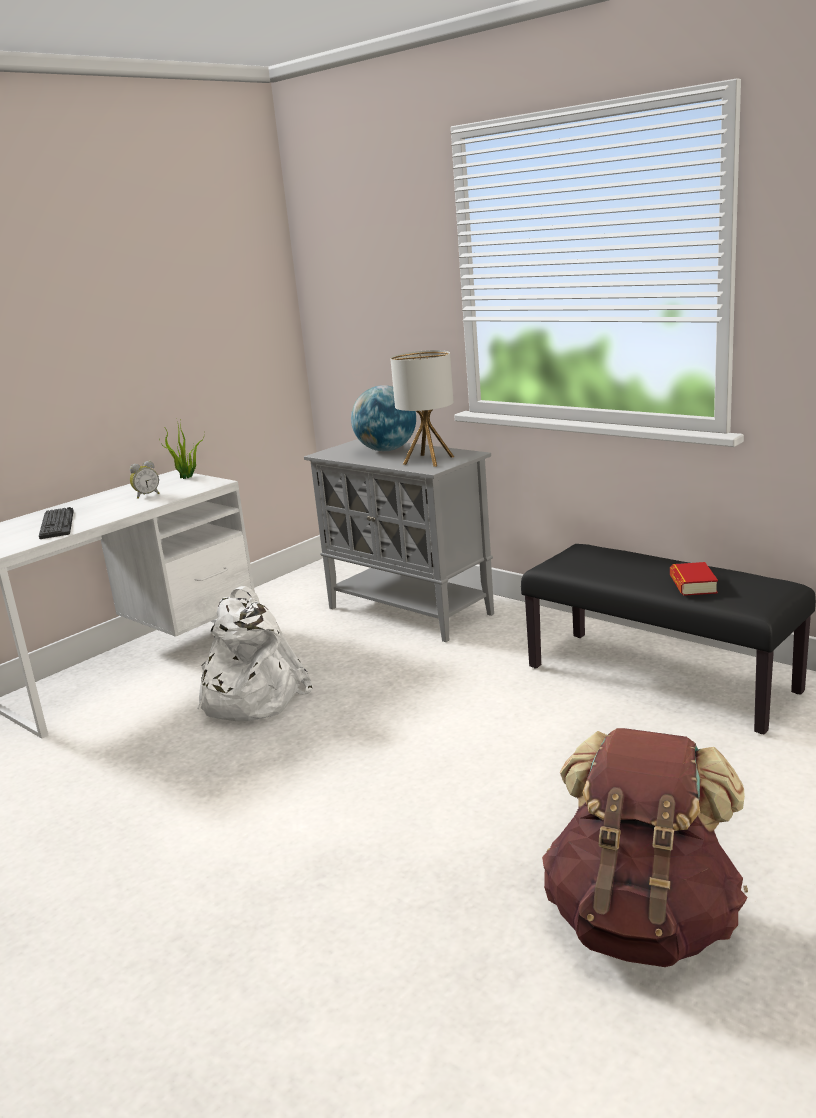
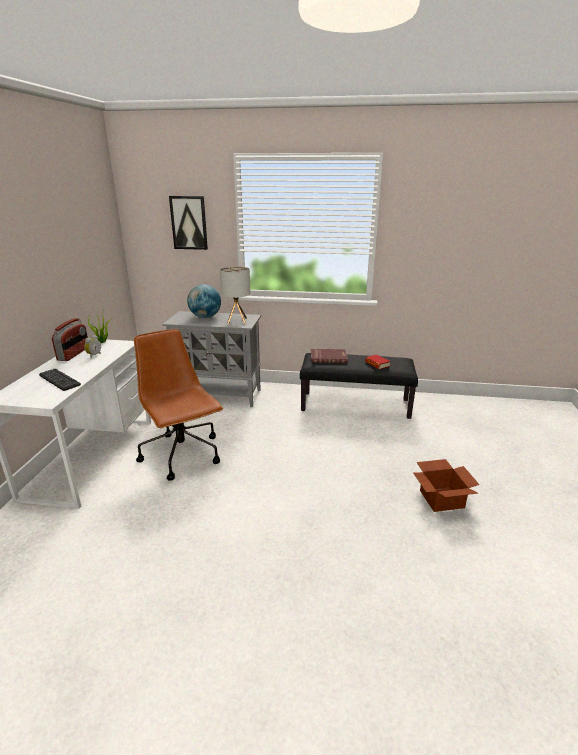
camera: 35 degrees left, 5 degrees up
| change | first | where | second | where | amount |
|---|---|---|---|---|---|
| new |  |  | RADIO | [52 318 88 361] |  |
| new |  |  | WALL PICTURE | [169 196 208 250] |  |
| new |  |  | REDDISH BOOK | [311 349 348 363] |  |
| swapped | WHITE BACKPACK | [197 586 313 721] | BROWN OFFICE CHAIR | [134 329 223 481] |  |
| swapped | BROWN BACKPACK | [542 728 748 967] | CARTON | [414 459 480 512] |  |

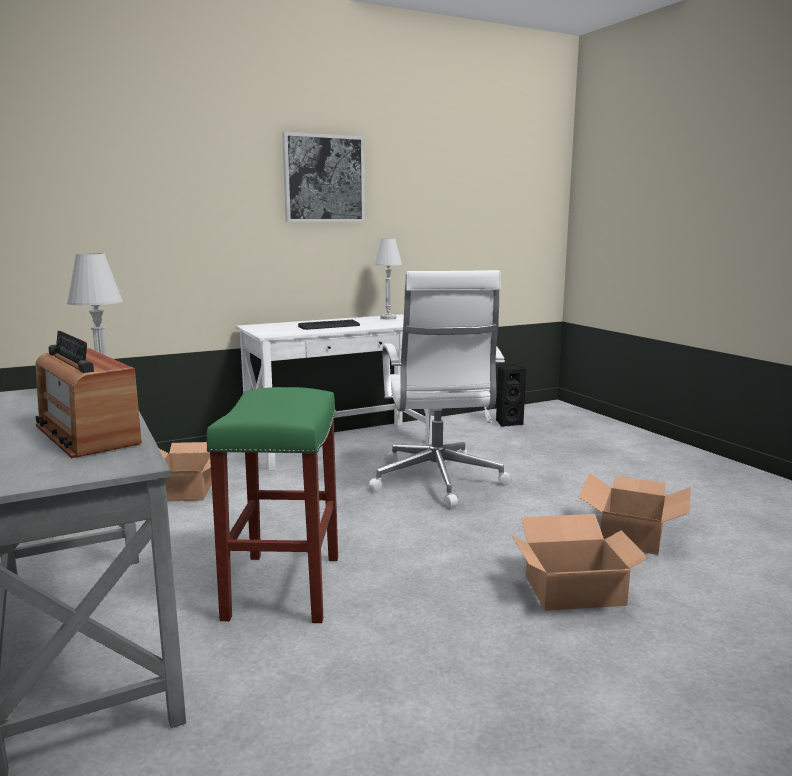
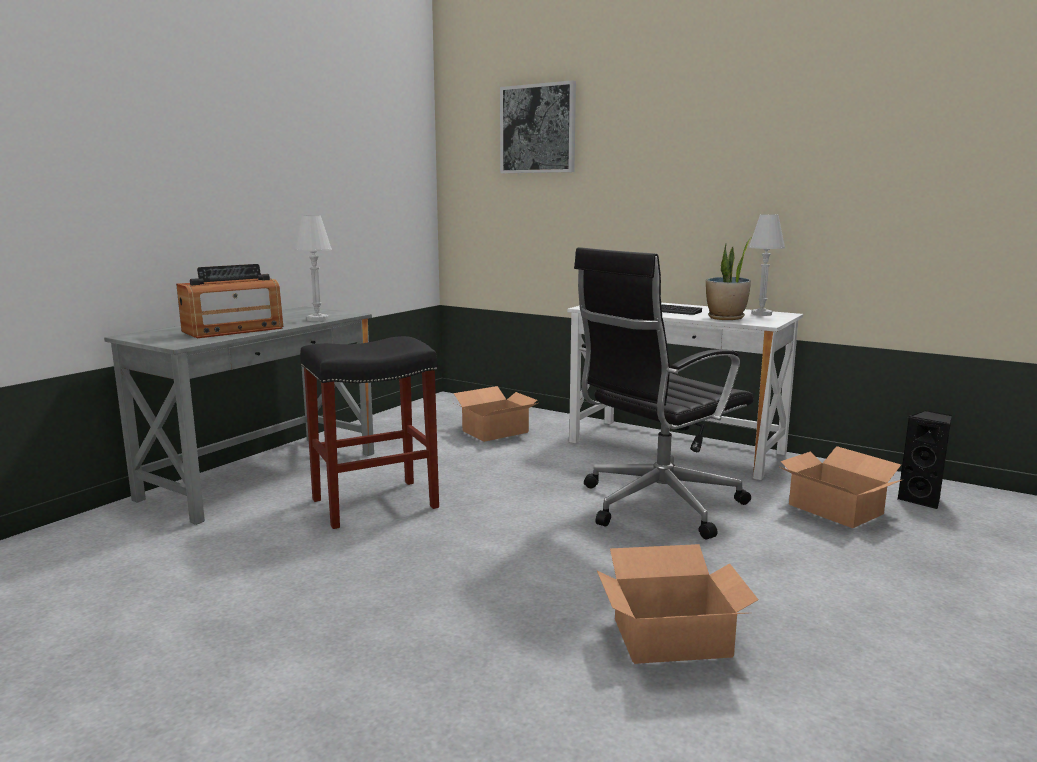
camera: 60 degrees right, 0 degrees up
| change | first | where | second | where | amount |
|---|---|---|---|---|---|
| new |  |  | PLANT IN A POT | [706 237 752 320] |  |
| shifted | WALL PICTURE | [282 132 365 222] |  | [500 80 576 173] |  |
| shifted | CARTON | [512 514 648 611] |  | [780 446 902 528] |  |
| repainted | GREEN-COLOURED STOOL SEAT | [207 387 338 623] | BLACKISH STOOL SEAT | [300 336 439 529] |  |
| repainted | WHITE OFFICE CHAIR | [369 270 512 508] | BLACKISH OFFICE CHAIR | [574 247 754 539] |  |
| rotated | RADIO | [35 331 142 458] |  | [176 264 283 338] | 150 degrees counterclockwise |

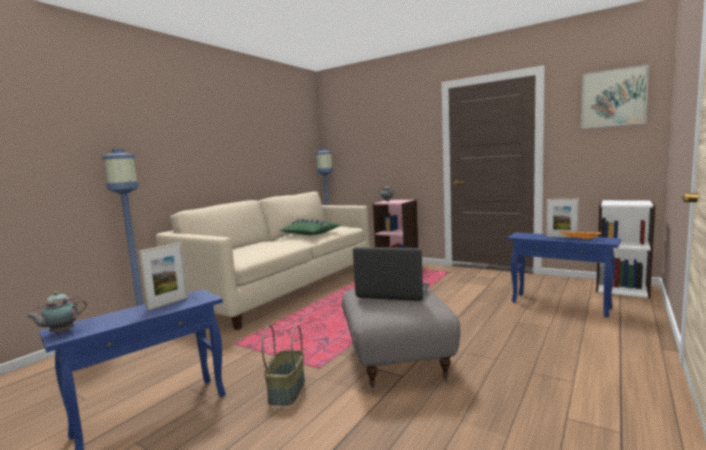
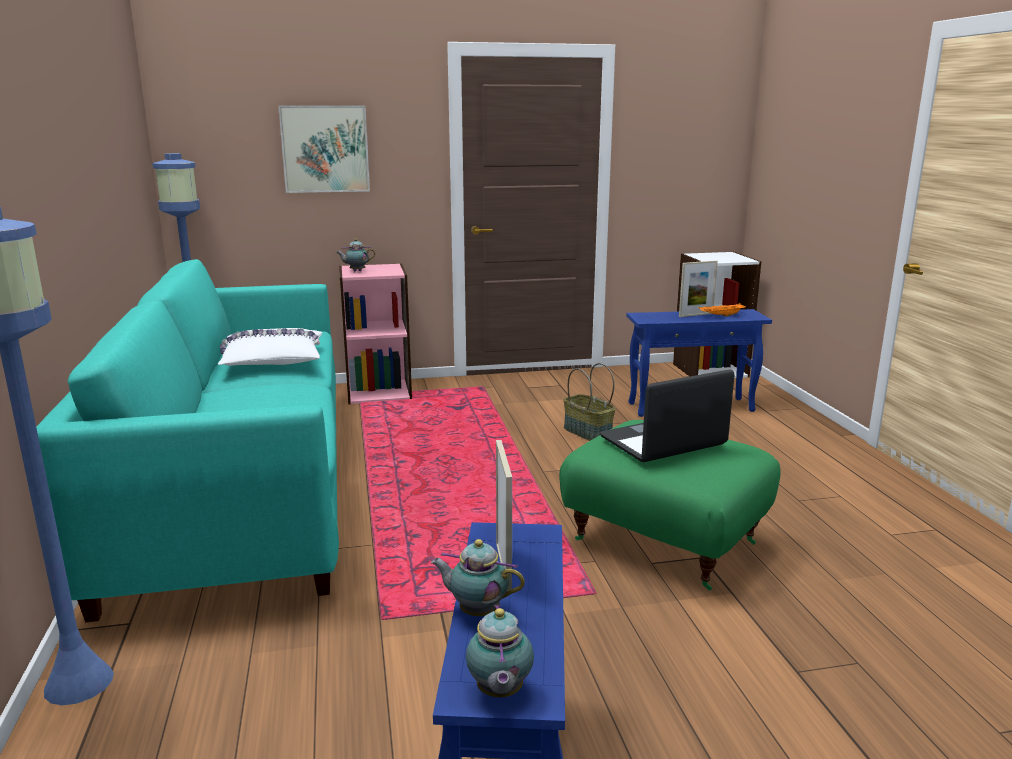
camera: 45 degrees left, 10 degrees up
| change | first | where | second | where | amount |
|---|---|---|---|---|---|
| new |  |  | POT FOR TEA | [431 539 525 616] |  |
| shifted | BASKET | [262 325 305 406] |  | [563 363 615 441] |  |
| shifted | WALL PICTURE | [581 64 649 129] |  | [278 105 370 193] |  |
| repainted | BEIGE-COLOURED SOFA | [156 192 370 330] | BLUE-GREEN SOFA | [36 259 339 622] |  |
| repainted | GREEN-COLOURED PILLOW | [280 219 341 235] | WHITE PILLOW | [218 328 322 366] |  |
| repainted | GREYISH FOOTREST | [342 288 461 391] | GREEN-COLOURED FOOTREST | [559 420 781 591] |  |

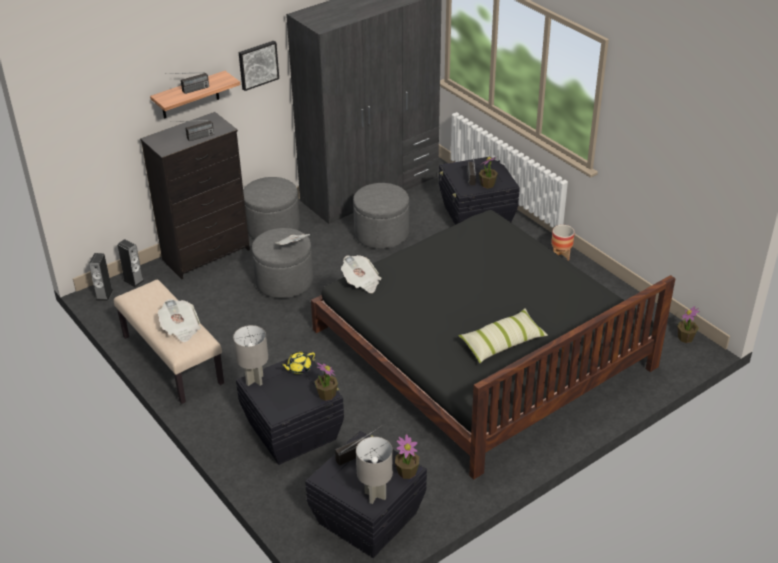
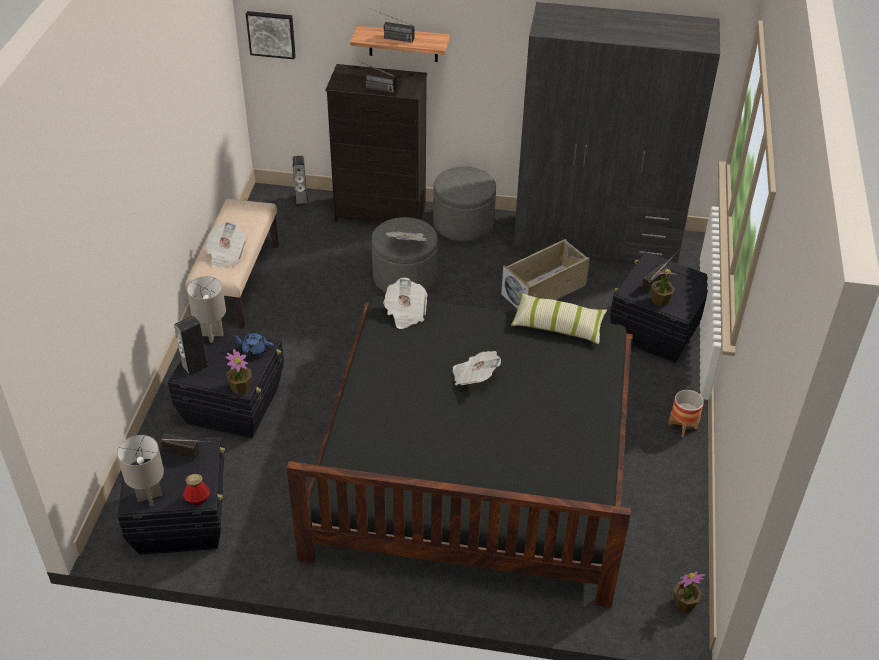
camera: 45 degrees right, 5 degrees up
| change | first | where | second | where | amount |
|---|---|---|---|---|---|
| new |  |  | NEWSPAPER | [452 351 501 385] |  |
| shifted | LOUDSPEAKER | [89 253 113 301] |  | [174 315 210 377] |  |
| shifted | WALL PICTURE | [239 41 279 91] |  | [246 11 296 59] |  |
| shifted | PILLOW | [458 308 548 363] |  | [511 293 607 344] |  |
| swapped | GREYISH FOOTREST | [353 183 409 249] | BEIGE-COLOURED STORAGE CONTAINER | [501 239 590 309] |  |
| swapped | PLANT IN A POT | [395 434 419 479] | DRINK BOTTLE | [183 474 210 505] |  |
| repainted | YELLOWISH POT FOR TEA | [281 352 315 374] | BLUISH POT FOR TEA | [233 332 273 357] |  |

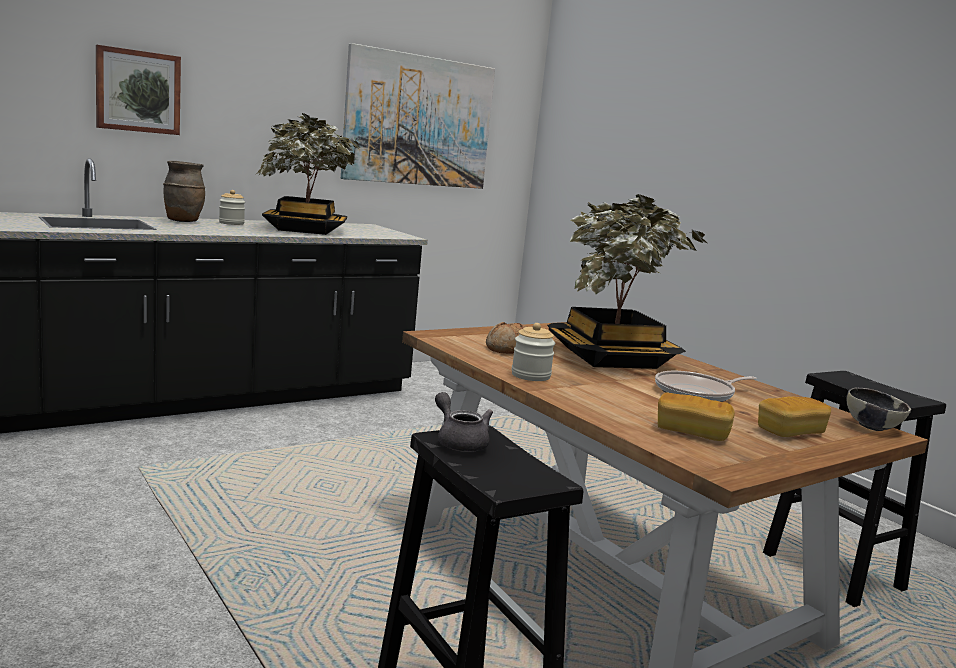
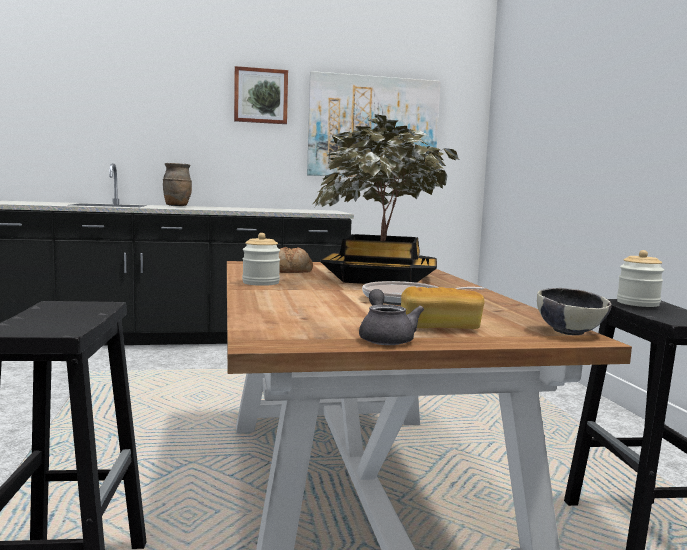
camera: 25 degrees right, 5 degrees down
| change | first | where | second | where | amount |
|---|---|---|---|---|---|
| gone | PLANT IN A POT | [256 113 360 235] |  |  |  |
| gone | BAKERY BREAD | [658 393 735 441] |  |  |  |
| shifted | WALL PICTURE | [96 45 181 135] |  | [234 66 288 124] |  |
| shifted | PRESERVE JAR | [219 190 245 225] |  | [617 250 664 307] |  |
| shifted | GREYISH POT FOR TEA | [435 392 493 452] |  | [359 289 424 345] |  |

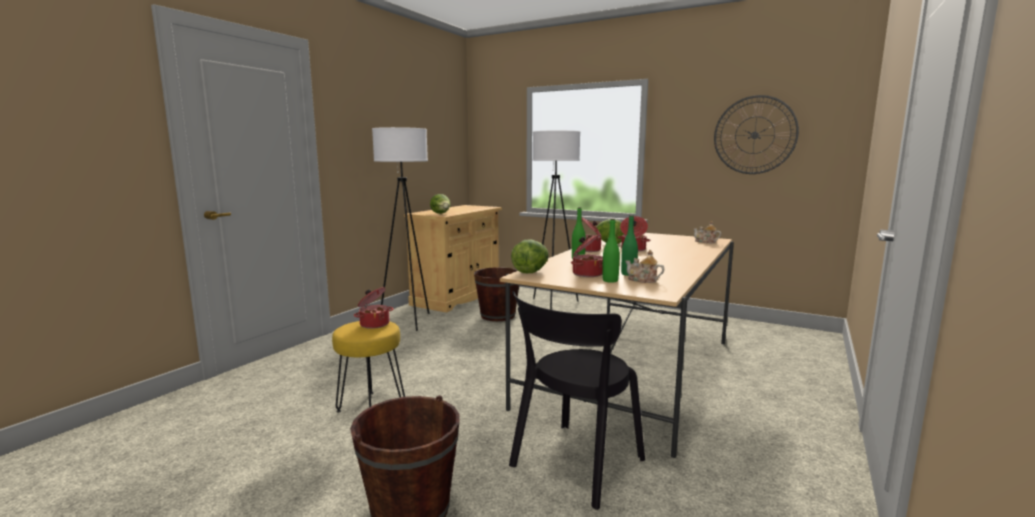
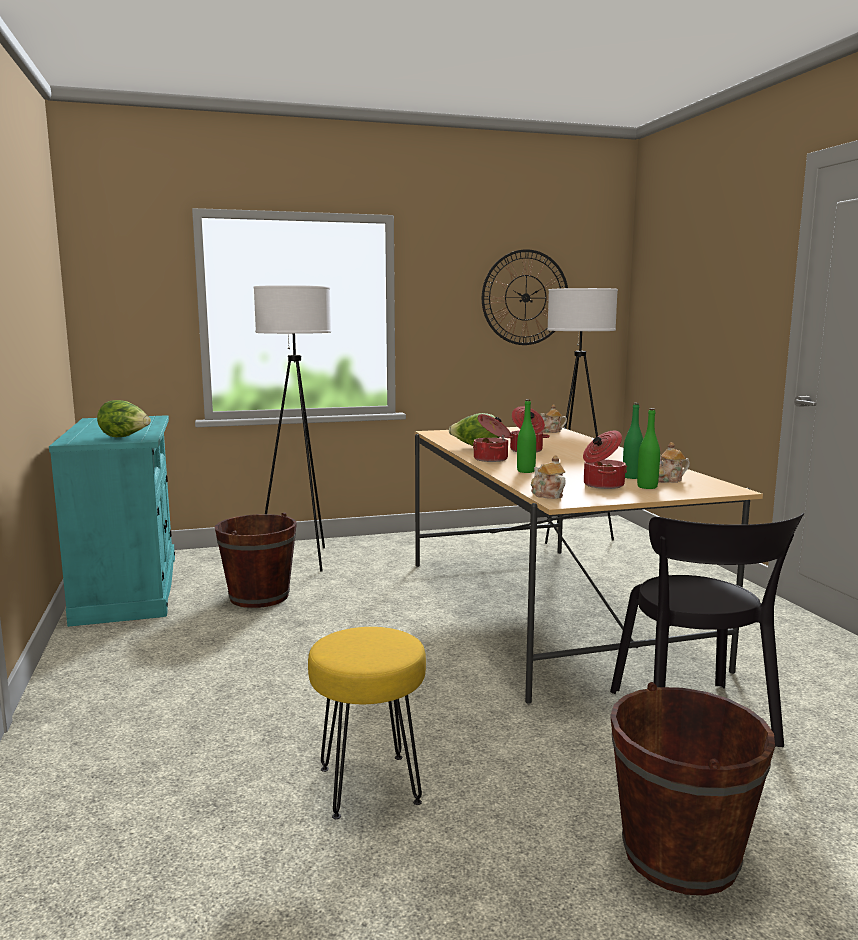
camera: 45 degrees left, 0 degrees up
| change | first | where | second | where | amount |
|---|---|---|---|---|---|
| gone | SAUCEPOT | [354 287 394 329] |  |  |  |
| shifted | WHITE FLOOR LAMP | [372 127 429 331] |  | [545 288 618 544] |  |
| swapped | HEAD OF LETTUCE | [511 239 549 273] | POT FOR TEA | [531 455 566 499] |  |
| repainted | BEIGE-COLOURED CUPBOARD | [404 205 502 312] | BLUE-GREEN CUPBOARD | [49 415 175 627] |  |

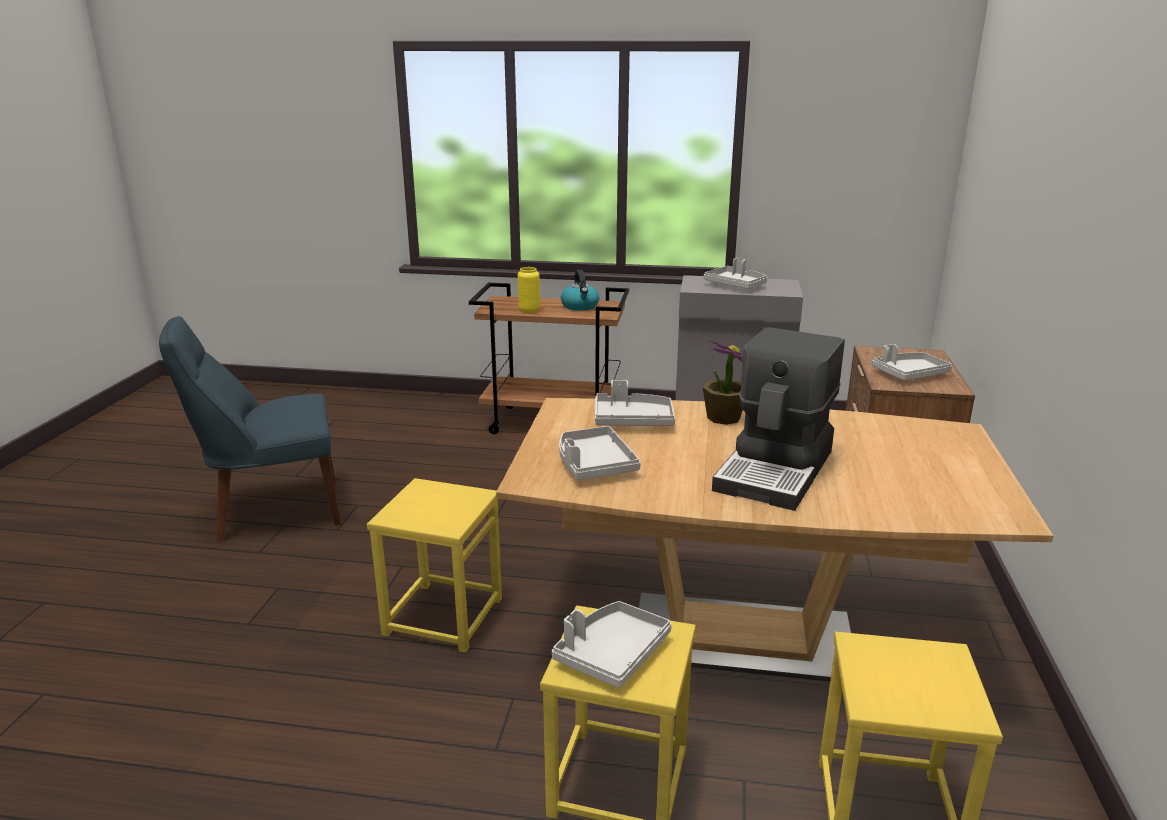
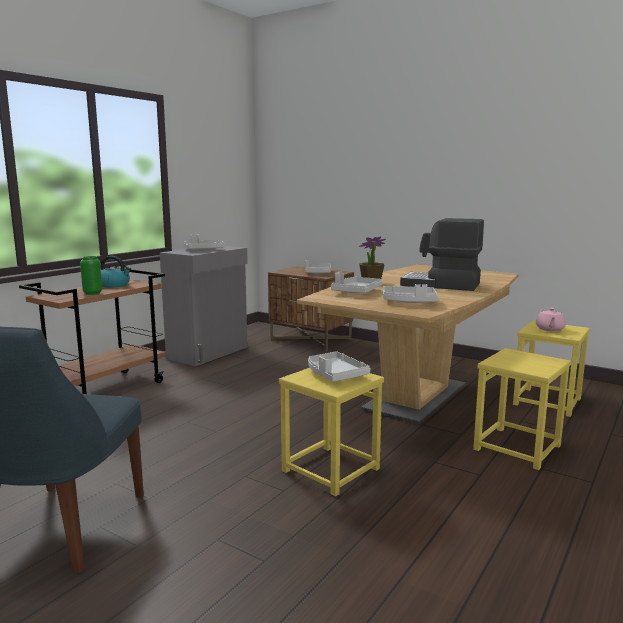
camera: 65 degrees left, 10 degrees down
| change | first | where | second | where | amount |
|---|---|---|---|---|---|
| new |  |  | PINK-COLOURED POT FOR TEA | [536 308 566 331] |  |
| shifted | GREYISH SERVING TRAY | [552 601 672 688] |  | [308 351 370 382] |  |
| repainted | YELLOWISH DECORATIVE VASE | [517 267 540 313] | GREEN-COLOURED DECORATIVE VASE | [80 256 102 295] |  |
| rotated | COFFEE MACHINE | [712 327 845 511] |  | [400 218 484 291] | 150 degrees clockwise |

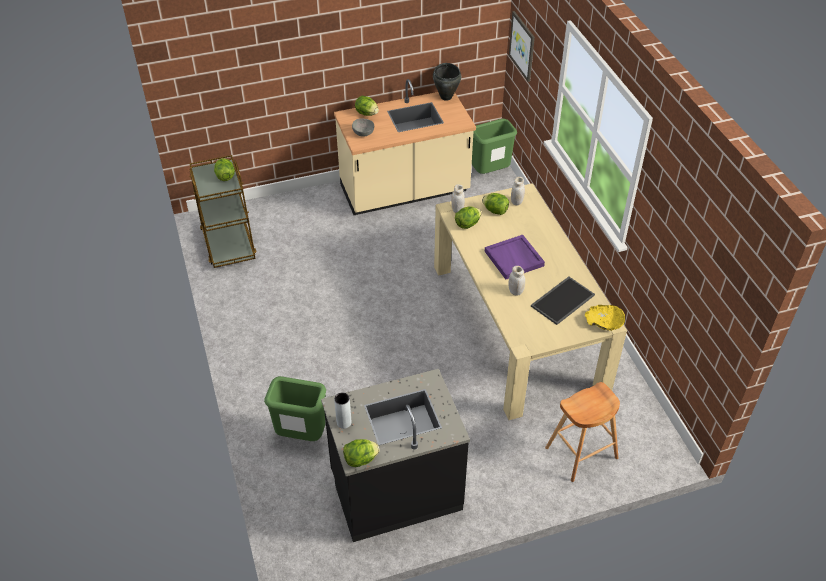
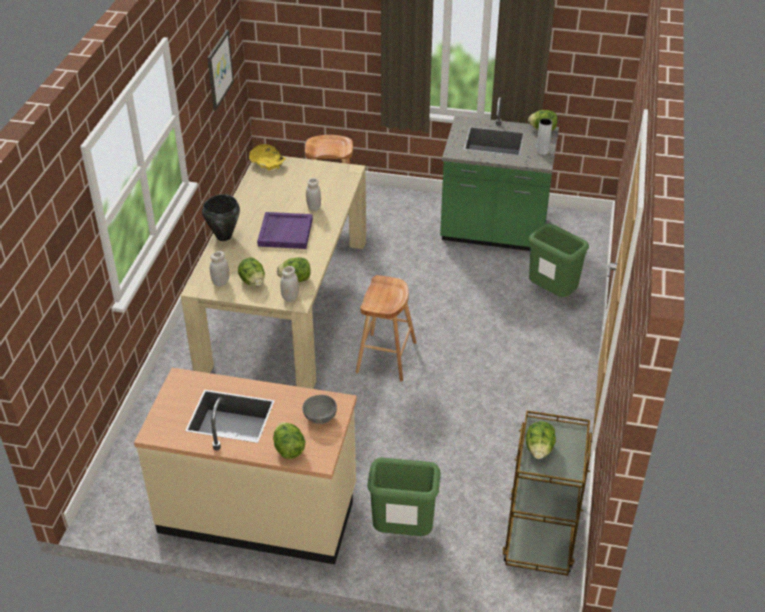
camera: 150 degrees left, 5 degrees down
| change | first | where | second | where | amount |
|---|---|---|---|---|---|
| gone | SERVING TRAY | [531 277 595 325] |  |  |  |
| new |  |  | BROWN STOOL SEAT | [355 275 416 382] |  |
| shifted | BLACKISH SAUCEPOT | [433 63 461 101] |  | [202 194 240 241] |  |
| shifted | GREEN-COLOURED TRASH CAN | [472 119 517 174] |  | [367 458 441 536] |  |
| shifted | WALL PICTURE | [509 11 535 82] |  | [207 29 234 111] |  |
| repainted | BLACKISH COUNTER | [321 369 470 542] | GREEN-COLOURED COUNTER | [440 97 559 251] |  |

